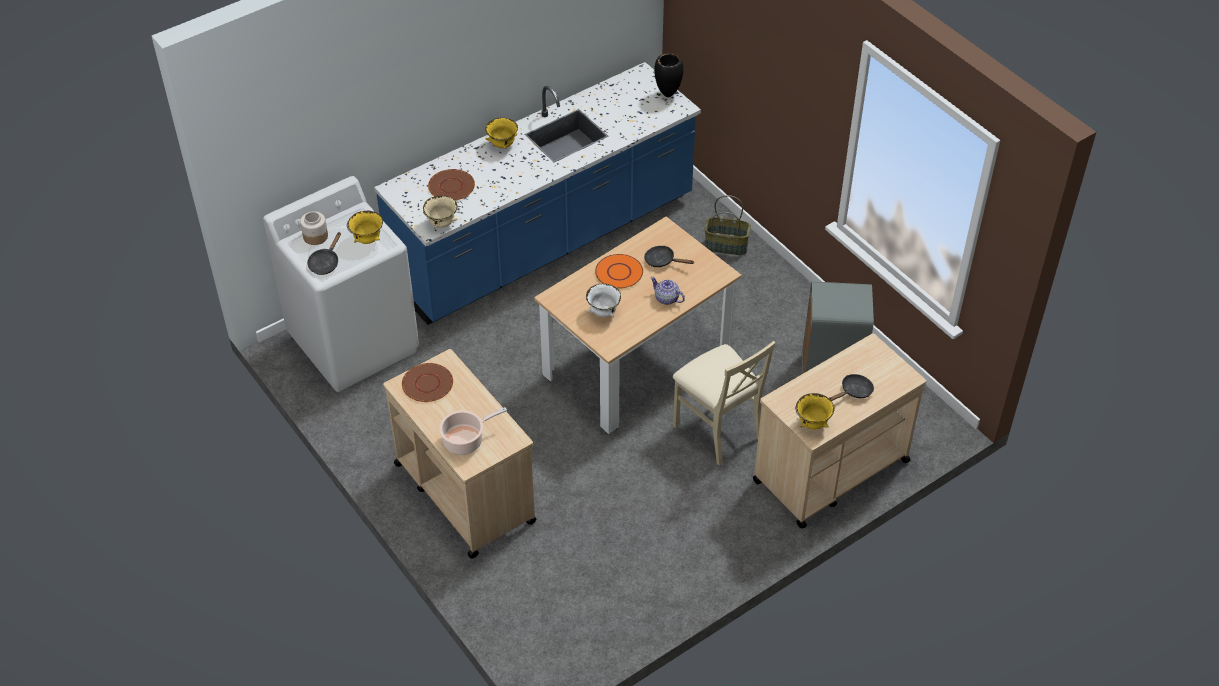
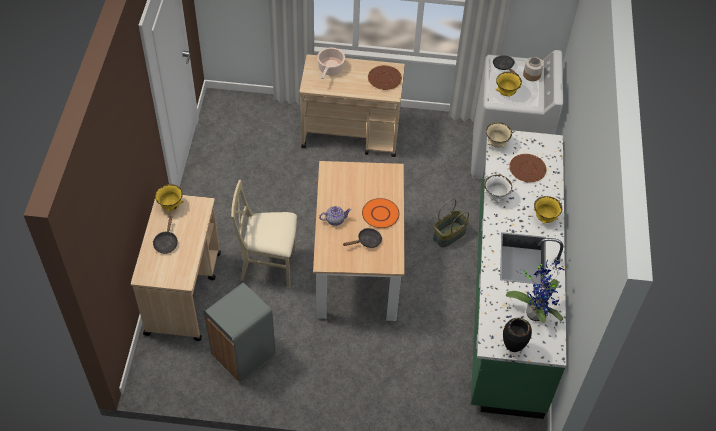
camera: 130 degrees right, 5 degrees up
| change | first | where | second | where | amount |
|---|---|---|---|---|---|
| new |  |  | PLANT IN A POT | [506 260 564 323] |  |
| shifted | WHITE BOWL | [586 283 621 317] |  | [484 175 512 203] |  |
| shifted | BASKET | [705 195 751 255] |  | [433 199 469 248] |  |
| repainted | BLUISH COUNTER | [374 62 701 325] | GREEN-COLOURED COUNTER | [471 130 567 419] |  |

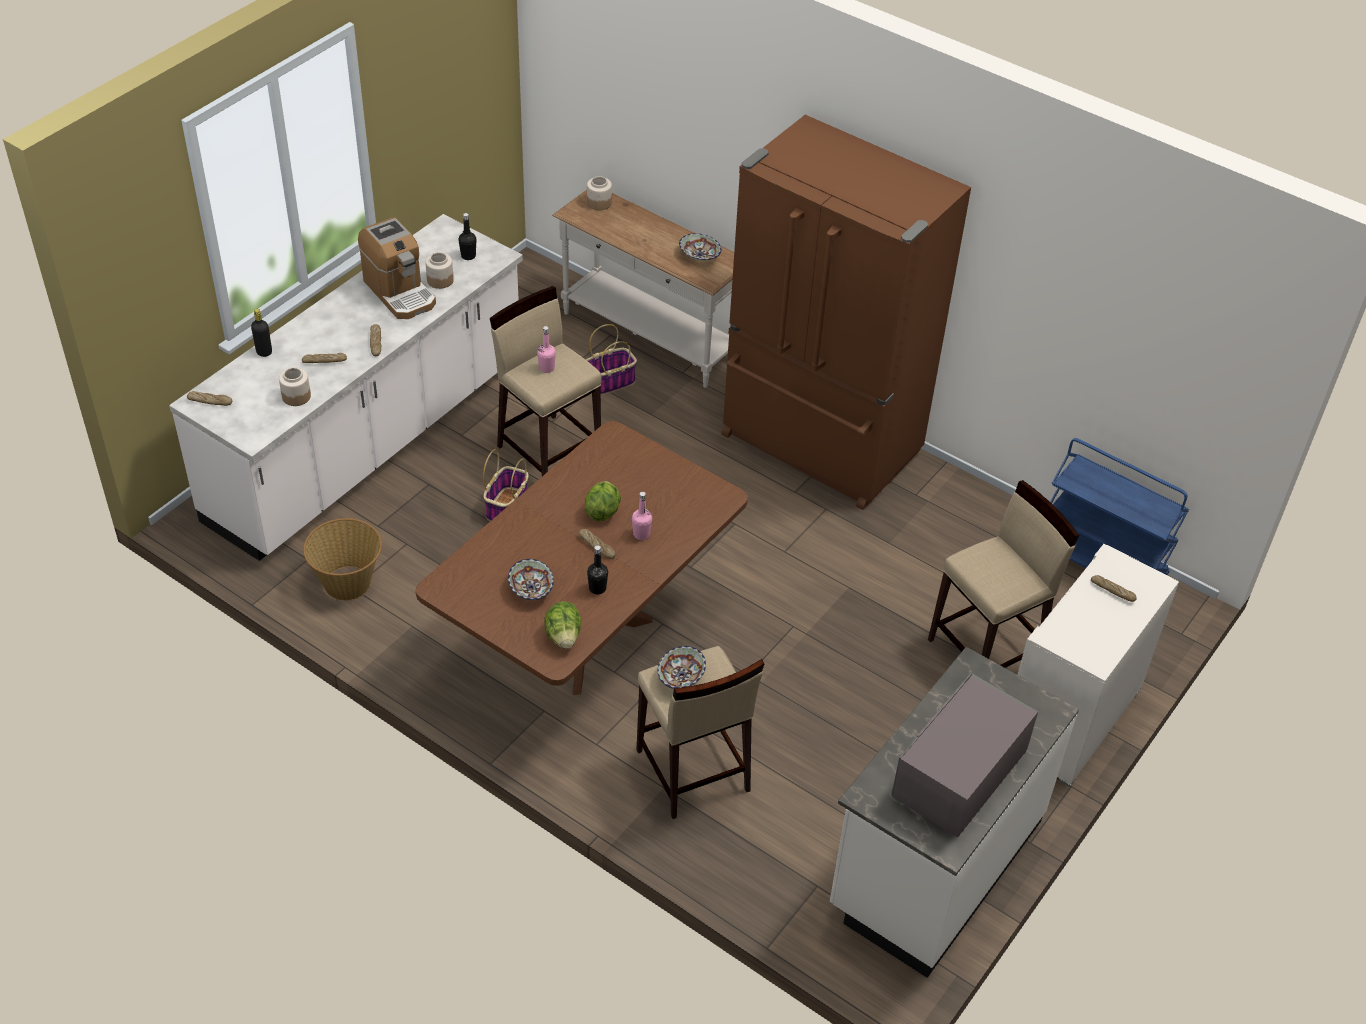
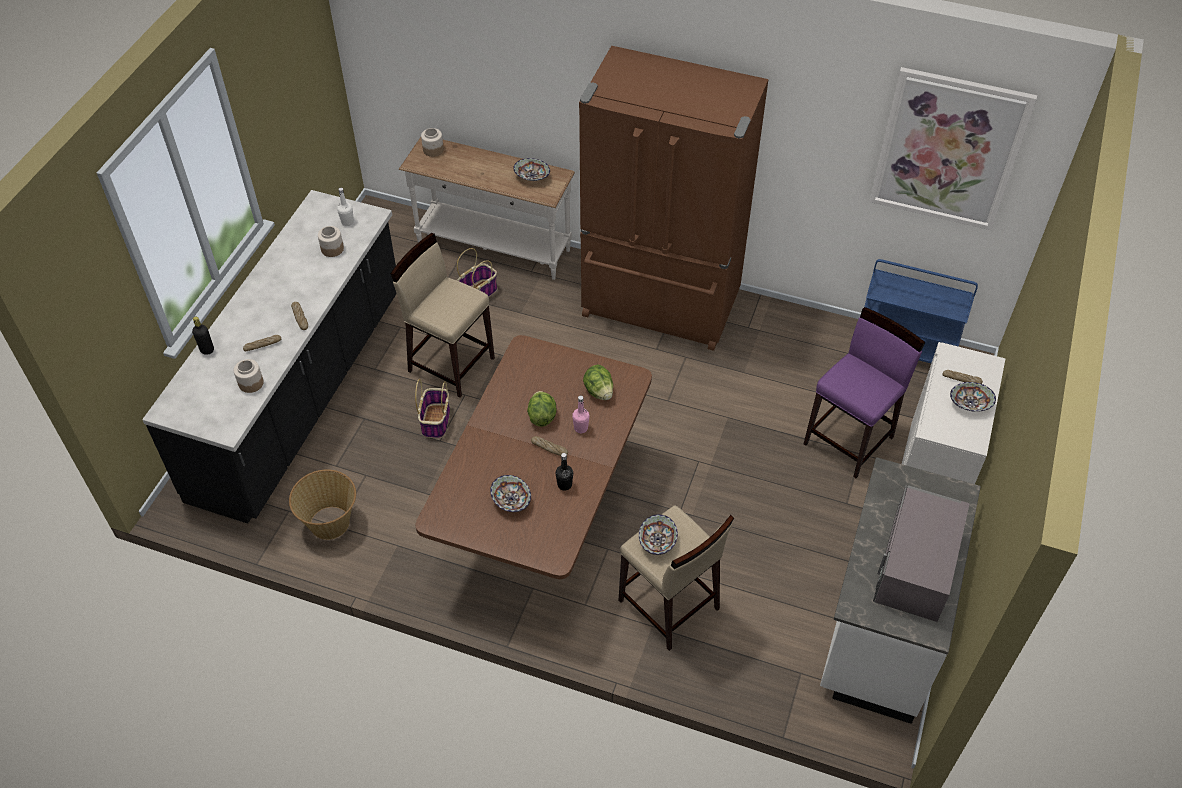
camera: 15 degrees left, 5 degrees up
| change | first | where | second | where | amount |
|---|---|---|---|---|---|
| gone | BAKERY BREAD | [187 391 232 406] |  |  |  |
| gone | COFFEE MACHINE | [358 217 436 319] |  |  |  |
| gone | PINK-COLOURED DRINK BOTTLE | [537 326 556 373] |  |  |  |
| new |  |  | WALL PICTURE | [869 67 1037 230] |  |
| new |  |  | BOWL | [950 382 996 412] |  |
| shifted | HEAD OF LETTUCE | [544 602 582 649] |  | [583 364 613 400] |  |
| repainted | WHITE COUNTER | [169 214 523 561] | BLACKISH COUNTER | [142 190 397 524] |  |
| repainted | BLACKISH DRINK BOTTLE | [458 213 476 260] | WHITE DRINK BOTTLE | [337 188 354 226] |  |
| repainted | BEIGE-COLOURED STOOL SEAT | [928 480 1079 668] | PURPLISH STOOL SEAT | [804 307 925 478] |  |

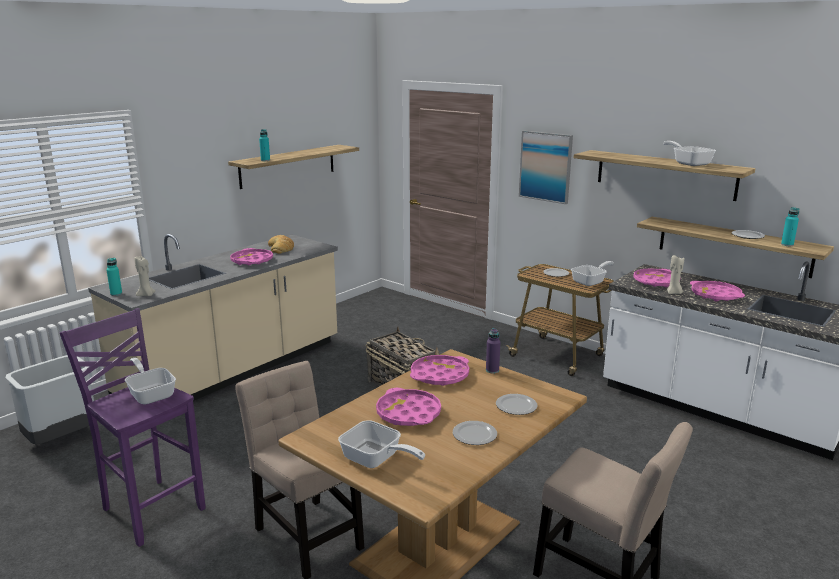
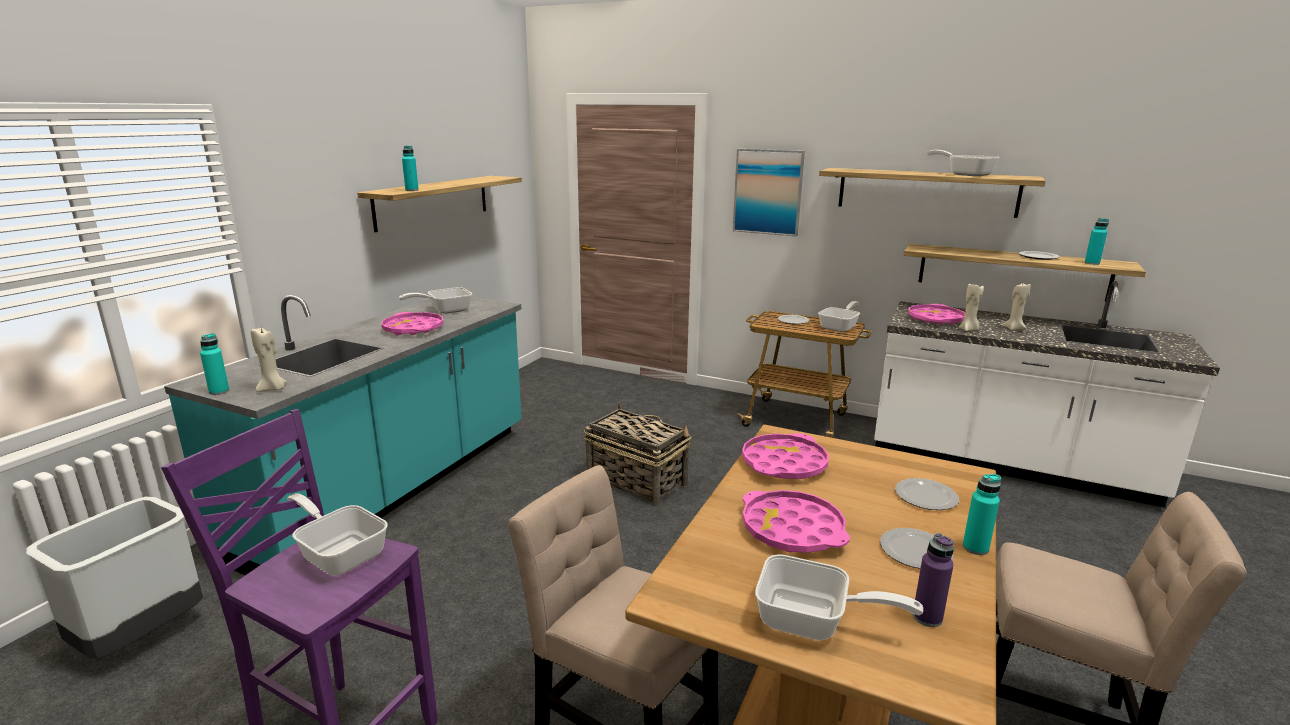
camera: 15 degrees left, 0 degrees up
| change | first | where | second | where | amount |
|---|---|---|---|---|---|
| new |  |  | BLUE-GREEN DRINK BOTTLE | [963 474 1001 555] |  |
| shifted | PURPLISH DRINK BOTTLE | [486 328 500 373] |  | [913 533 954 627] |  |
| swapped | BAKERY BREAD | [268 235 294 254] | FRYING PAN | [399 287 472 314] |  |
| swapped | PINK-COLOURED SERVING TRAY | [690 281 745 301] | BEIGE-COLOURED CANDLE | [1002 283 1031 331] |  |
| repainted | BEIGE-COLOURED COUNTER | [88 234 338 401] | BLUE-GREEN COUNTER | [164 295 522 575] |  |

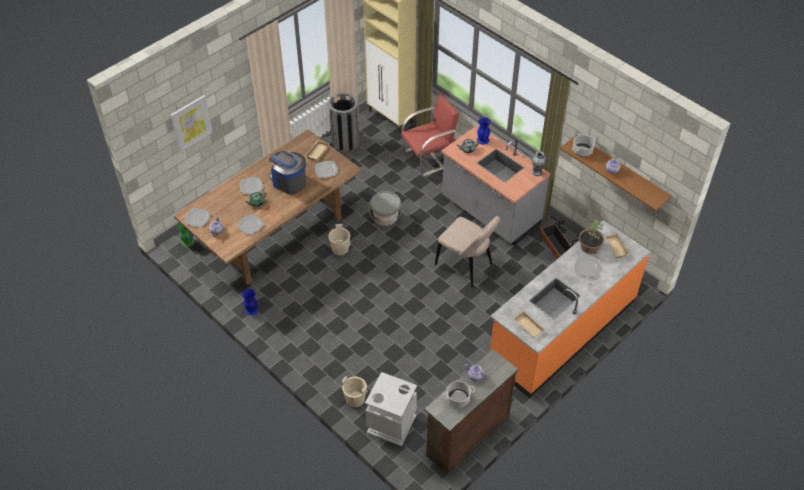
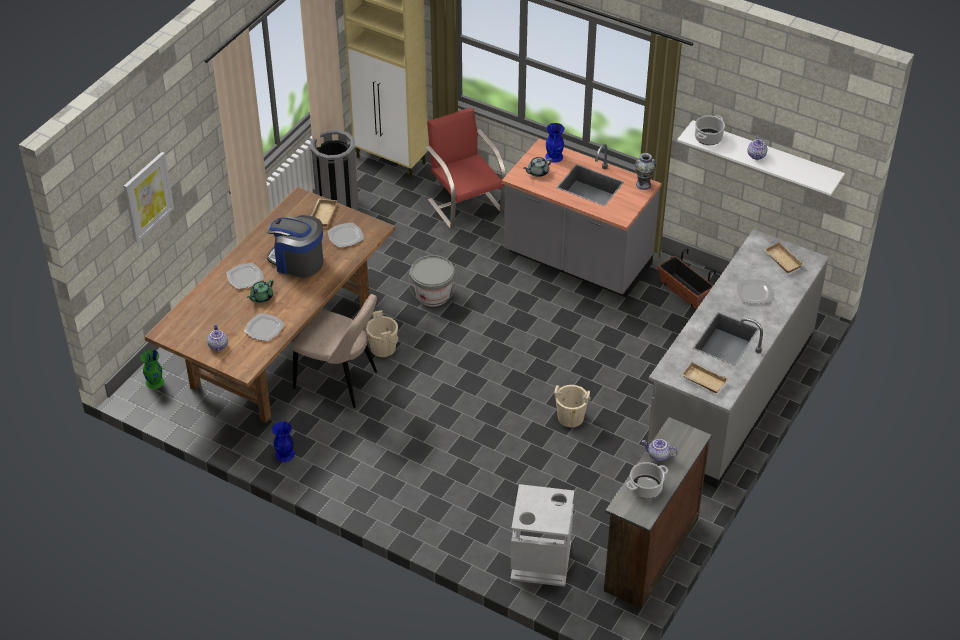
camera: 15 degrees left, 5 degrees down
| change | first | where | second | where | amount |
|---|---|---|---|---|---|
| gone | FLAT DISH | [184 208 211 227] |  |  |  |
| gone | PLANT IN A POT | [579 219 604 254] |  |  |  |
| shifted | BEIGE-COLOURED PAIL | [342 376 368 407] |  | [554 385 591 427] |  |
| shifted | BEIGE-COLOURED CHAIR | [435 216 500 287] |  | [292 294 377 408] |  |
| repainted | ORANGE-COLOURED COUNTER | [490 220 650 398] | GREYISH COUNTER | [648 229 829 488] |  |
| repainted | BROWN BRACKET SHELF | [560 135 672 211] | WHITE BRACKET SHELF | [677 120 845 196] |  |
| rotated | REDDISH CHAIR | [401 93 459 176] |  | [426 107 506 229] | 75 degrees counterclockwise |

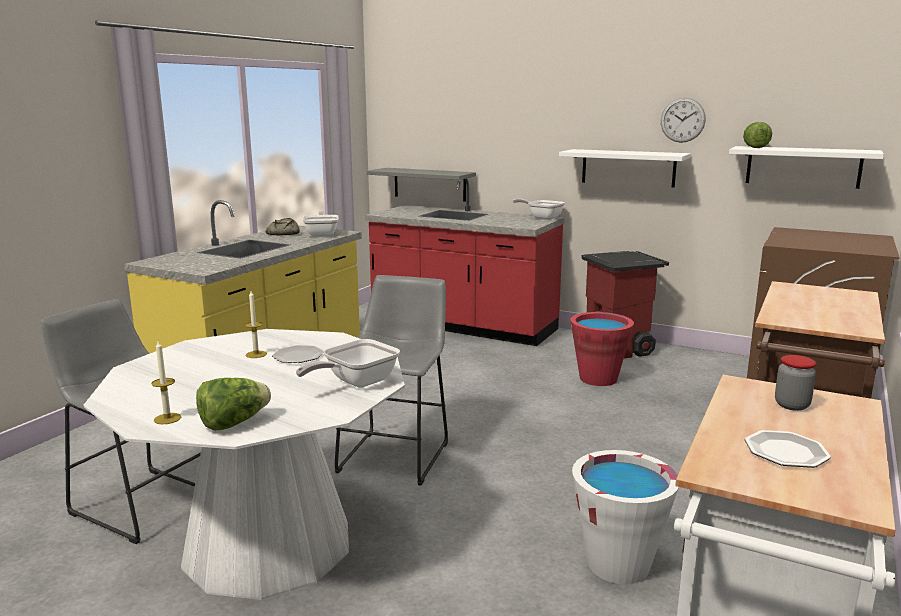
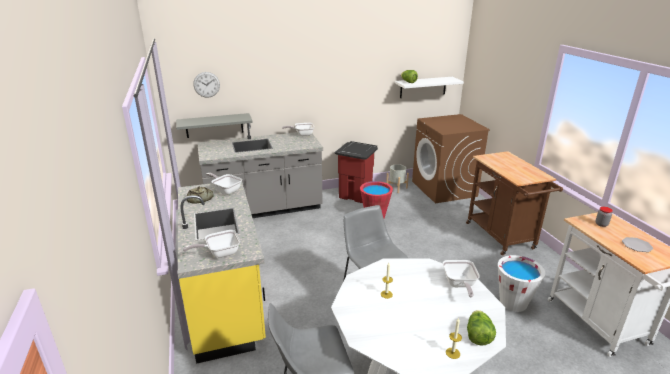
camera: 45 degrees left, 10 degrees up
| change | first | where | second | where | amount |
|---|---|---|---|---|---|
| gone | FLAT DISH | [272 345 324 363] |  |  |  |
| gone | WHITE BRACKET SHELF | [559 149 691 188] |  |  |  |
| new |  |  | FRYING PAN | [183 230 240 258] |  |
| new |  |  | GREYISH PLANT POT | [386 164 409 193] |  |
| shifted | HANGING CLOCK | [661 98 706 143] |  | [193 72 220 98] |  |
| repainted | REDDISH COUNTER | [365 178 565 346] | GREYISH COUNTER | [197 123 323 218] |  |

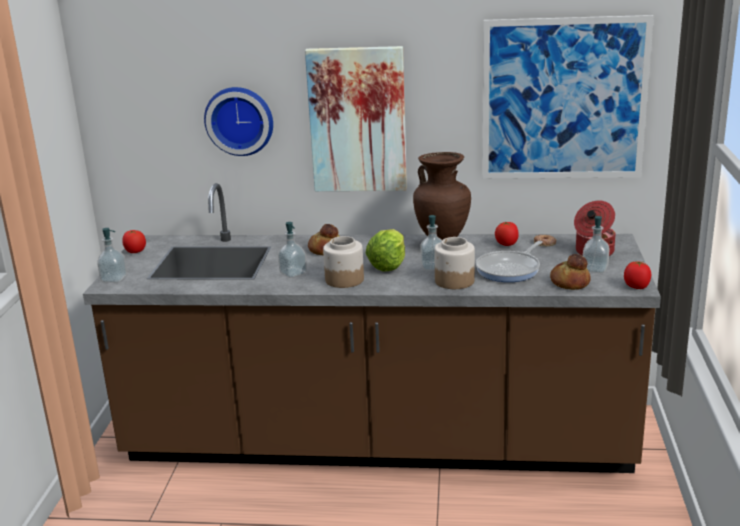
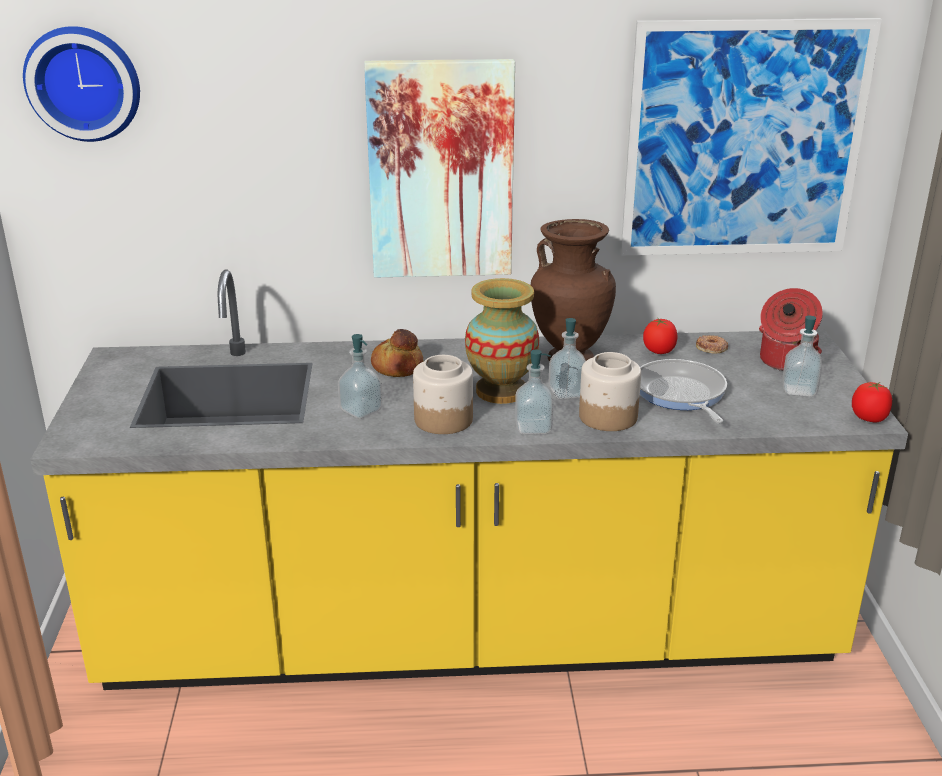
camera: 10 degrees left, 5 degrees up
| change | first | where | second | where | amount |
|---|---|---|---|---|---|
| gone | TOMATO | [122 230 146 253] |  |  |  |
| gone | BAKERY BREAD | [550 254 591 290] |  |  |  |
| shifted | SOAP DISPENSER | [97 228 127 283] |  | [515 349 554 435] |  |
| shifted | HANGING CLOCK | [204 87 273 156] |  | [23 26 140 142] |  |
| swapped | HEAD OF LETTUCE | [366 229 405 271] | DECORATIVE VASE | [465 278 539 404] |  |
| repainted | BROWN COUNTER | [83 183 661 473] | YELLOWISH COUNTER | [30 270 908 690] |  |
| rotated | FRYING PAN | [476 241 543 282] |  | [640 359 727 423] | 135 degrees clockwise |

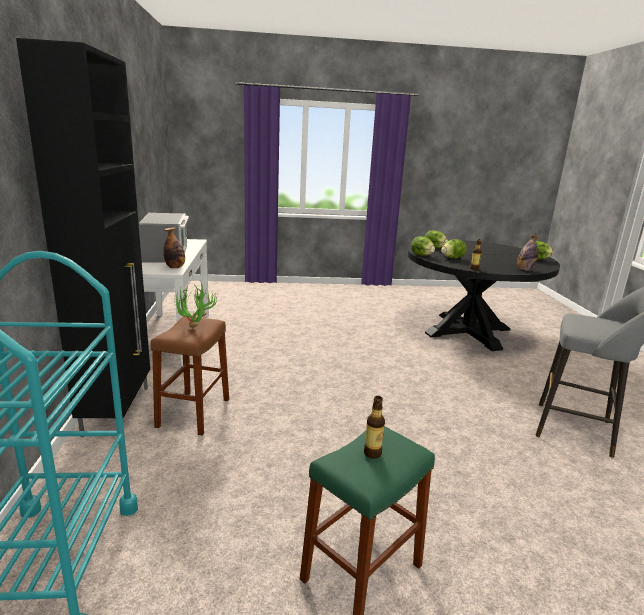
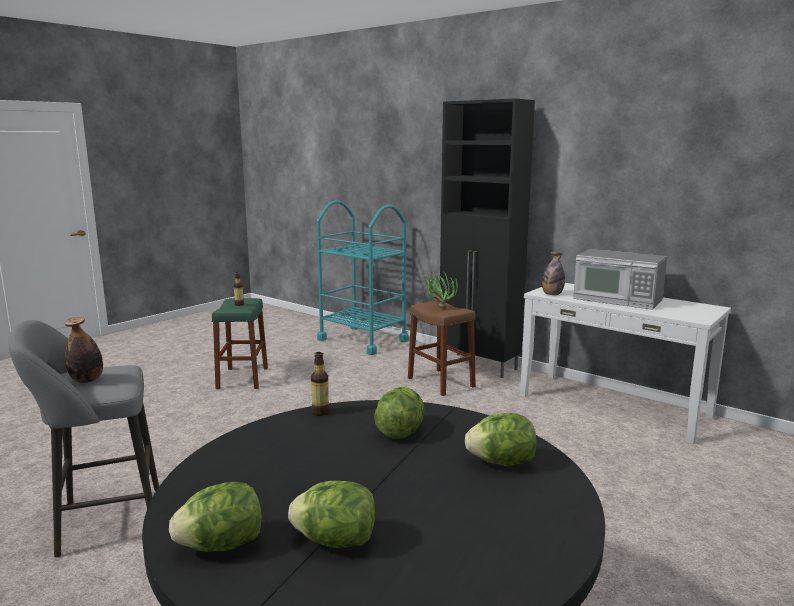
camera: 135 degrees right, 5 degrees down
| change | first | where | second | where | amount |
|---|---|---|---|---|---|
| shifted | HEAD OF LETTUCE | [411 236 435 256] |  | [288 481 375 548] |  |
| shifted | DRINK BOTTLE | [517 234 540 271] |  | [64 317 103 383] |  |

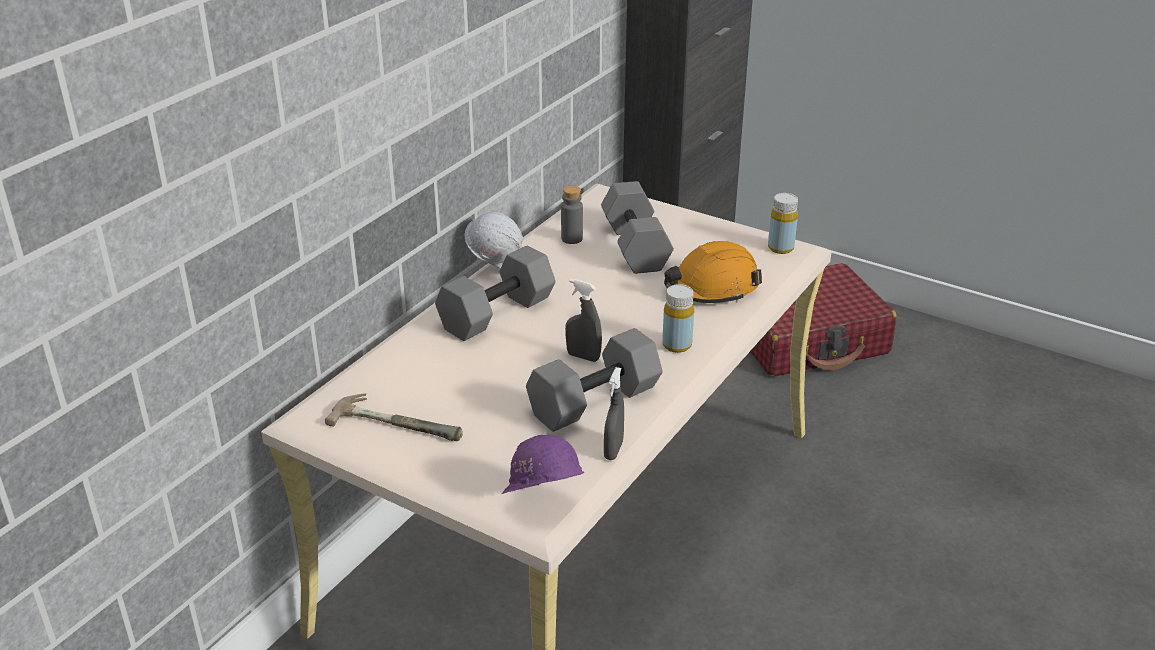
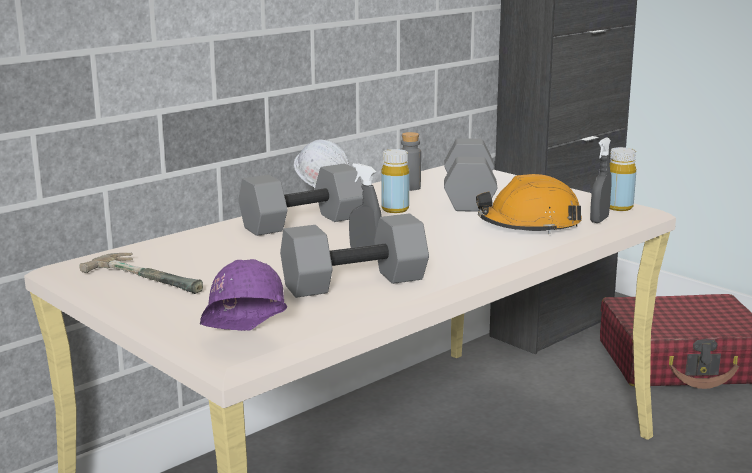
camera: 15 degrees right, 15 degrees down
| change | first | where | second | where | amount |
|---|---|---|---|---|---|
| shifted | GREYISH SPRAYER | [604 367 624 460] |  | [590 138 611 223] |  |
| shifted | YELLOWISH DRINK BOTTLE | [662 284 694 353] |  | [381 149 409 213] |  |

